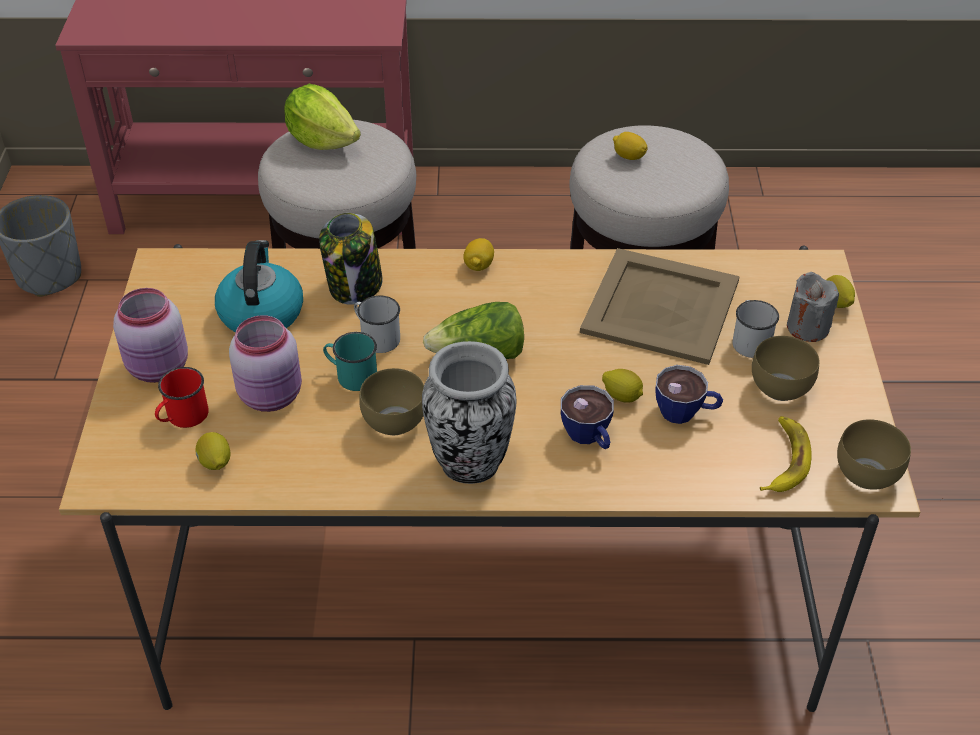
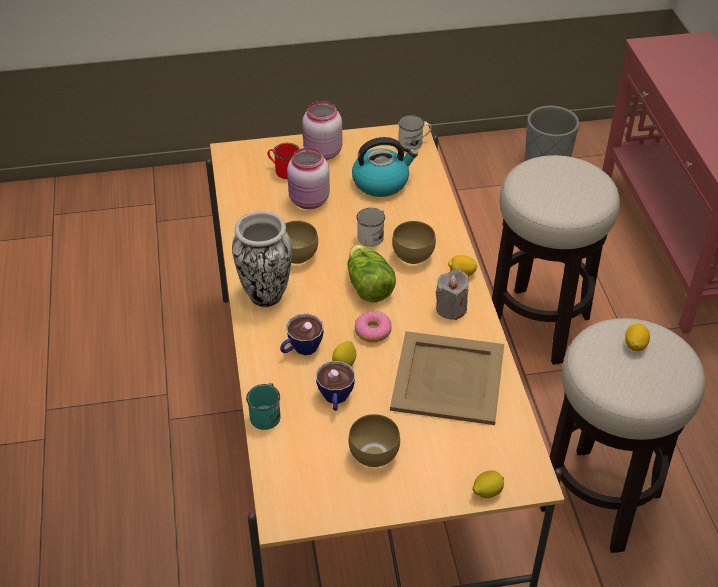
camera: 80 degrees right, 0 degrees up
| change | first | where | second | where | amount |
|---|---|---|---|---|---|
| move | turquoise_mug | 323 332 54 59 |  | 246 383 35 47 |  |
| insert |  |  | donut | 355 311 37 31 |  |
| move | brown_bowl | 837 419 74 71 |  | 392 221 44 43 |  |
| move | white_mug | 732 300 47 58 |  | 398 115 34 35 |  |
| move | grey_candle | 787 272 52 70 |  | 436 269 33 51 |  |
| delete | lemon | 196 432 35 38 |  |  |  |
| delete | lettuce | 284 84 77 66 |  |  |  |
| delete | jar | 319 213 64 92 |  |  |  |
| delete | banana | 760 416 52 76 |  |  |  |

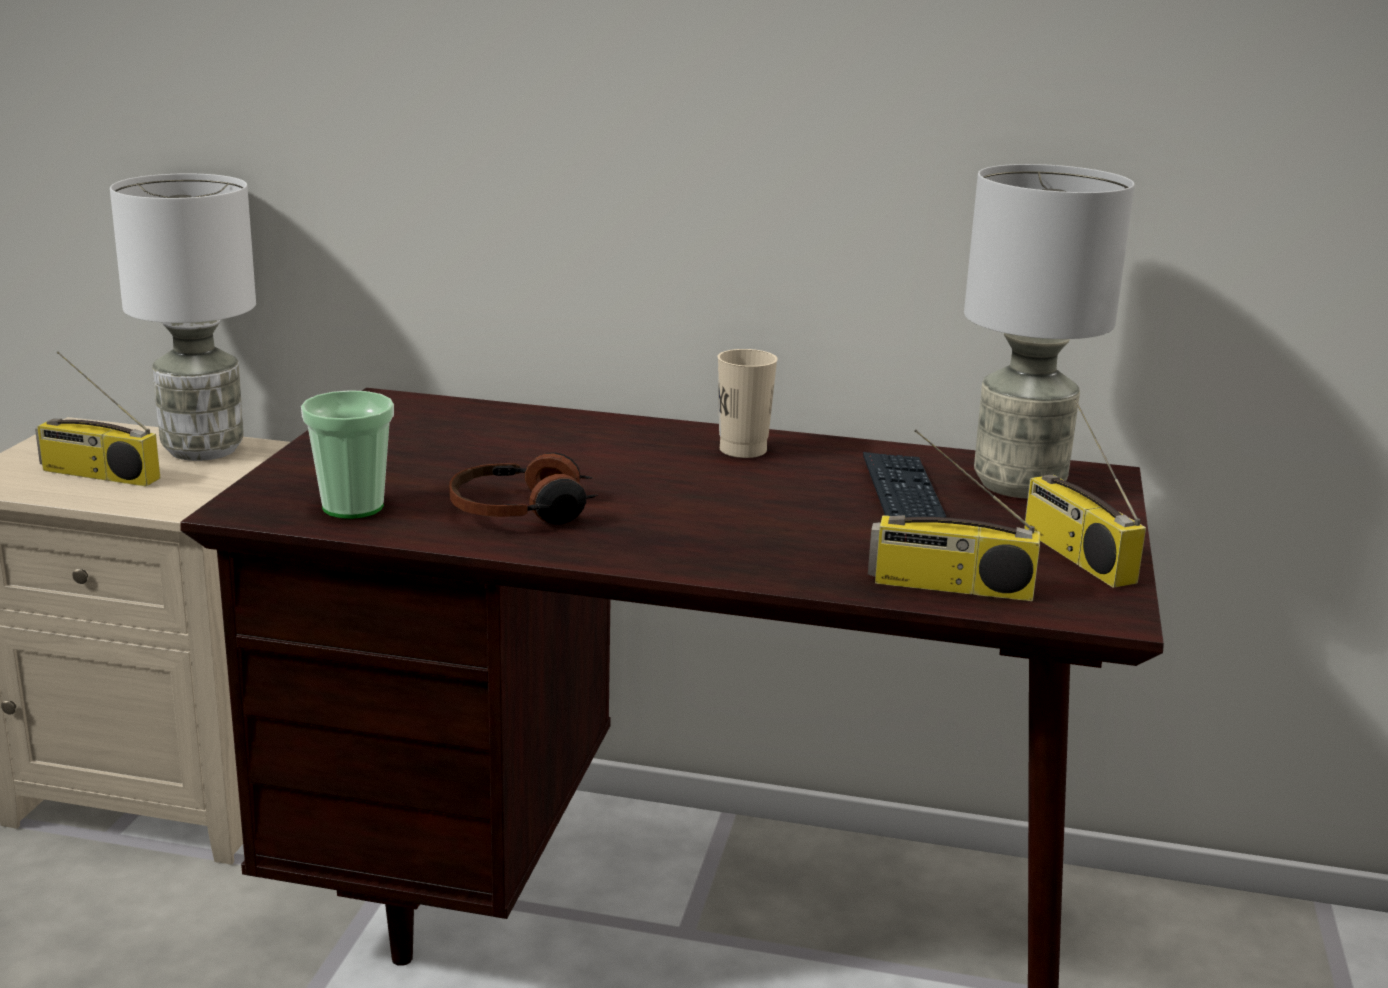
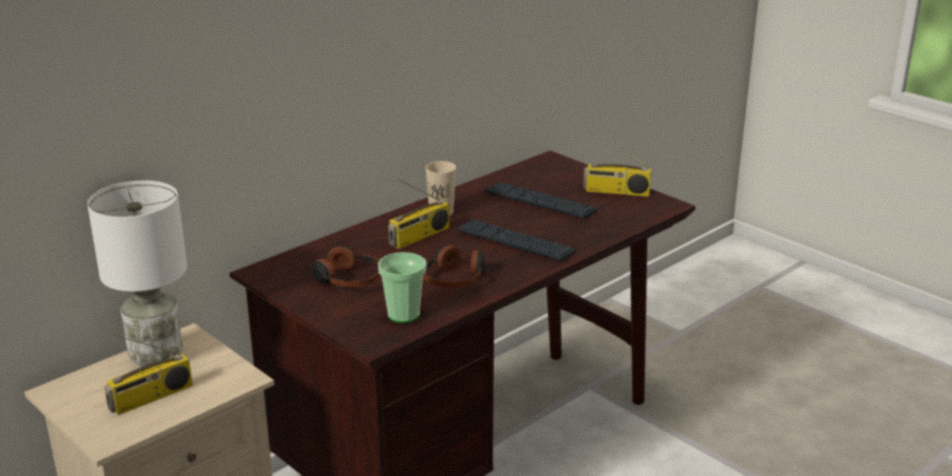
camera: 55 degrees left, 5 degrees up
| change | first | where | second | where | amount |
|---|---|---|---|---|---|
| insert |  |  | headphones | 309 246 72 41 |  |
| move | radio | 868 429 172 172 |  | 388 179 61 70 |  |
| insert |  |  | keyboard | 456 219 119 42 |  |
| delete | grey_table_lamp | 964 164 171 334 |  |  |  |

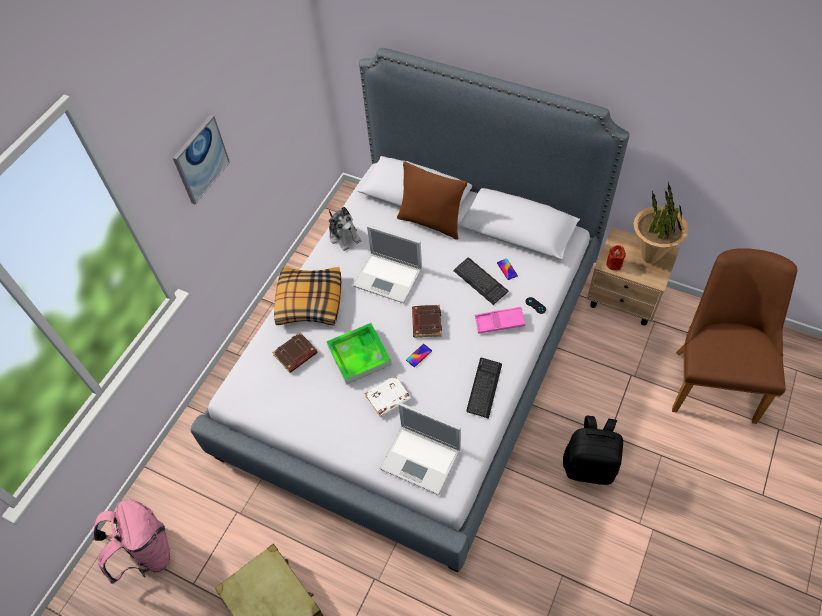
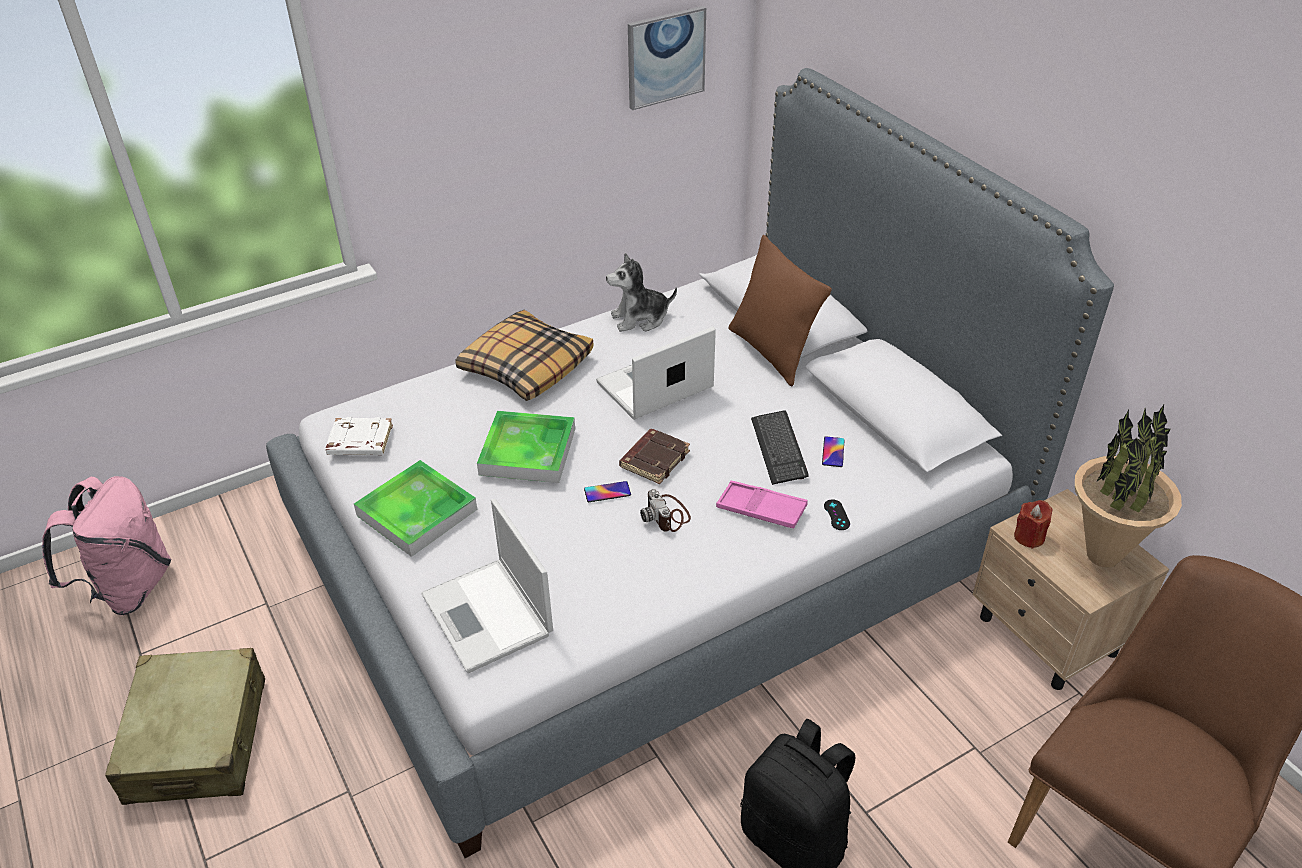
camera: 30 degrees right, 15 degrees down
| change | first | where | second | where | amount |
|---|---|---|---|---|---|
| move | white_book | 365 376 46 42 |  | 326 417 67 38 |  |
| insert |  |  | tray | 354 460 123 97 |  |
| rotate | laptop | 352 225 70 78 |  | 596 327 120 93 | 90 degrees clockwise |
| rotate | plush_toy | 329 207 33 44 |  | 606 253 71 79 | 75 degrees clockwise |
| move | picture | 173 115 57 90 |  | 628 6 78 104 |  |
| insert |  |  | photo_camera | 640 489 51 43 |  |
| delete | brown_book | 272 333 46 40 |  |  |  |
| delete | keyboard | 466 358 36 61 |  |  |  |

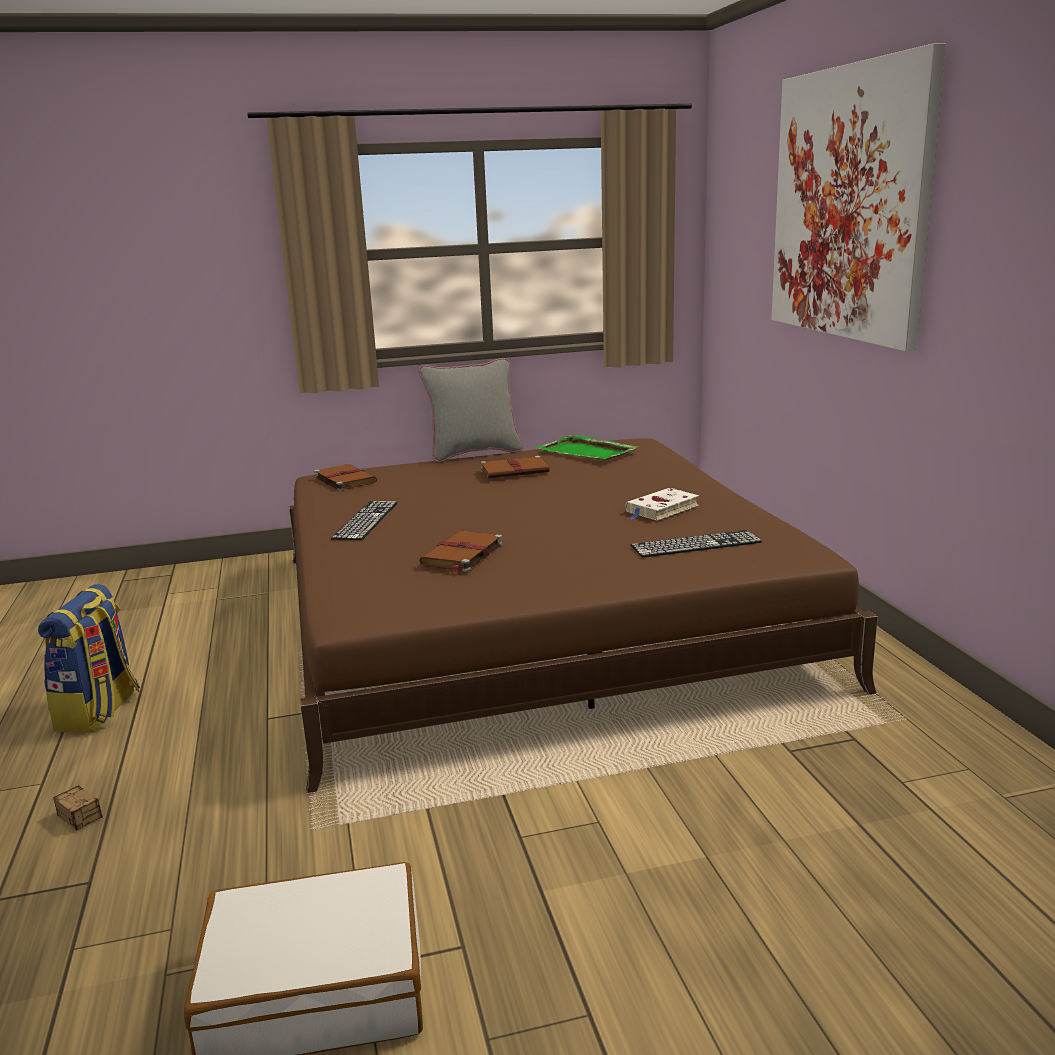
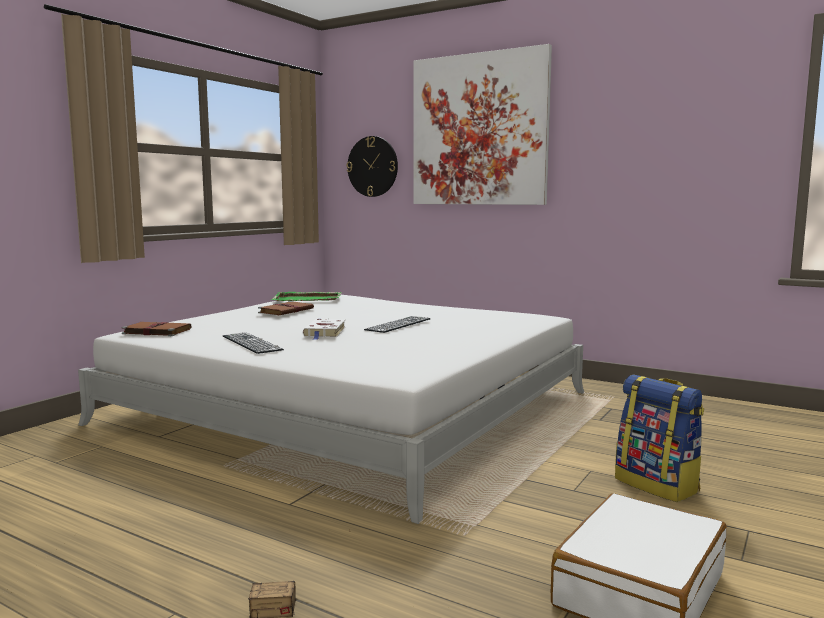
camera: 45 degrees left, 10 degrees down
| change | first | where | second | where | amount |
|---|---|---|---|---|---|
| recolor | brown_bed | 289 438 589 357 | white_bed | 78 295 506 229 |  |
| move | white_book | 625 488 74 33 |  | 303 319 43 21 |  |
| insert |  |  | wall_clock | 347 136 51 61 |  |
| move | keyboard | 630 530 132 28 |  | 364 316 67 17 |  |
| move | backpack | 38 584 102 149 |  | 615 374 89 128 |  |
| delete | grey_pillow | 419 358 104 104 |  |  |  |
| delete | brown_book | 419 530 84 43 |  |  |  |

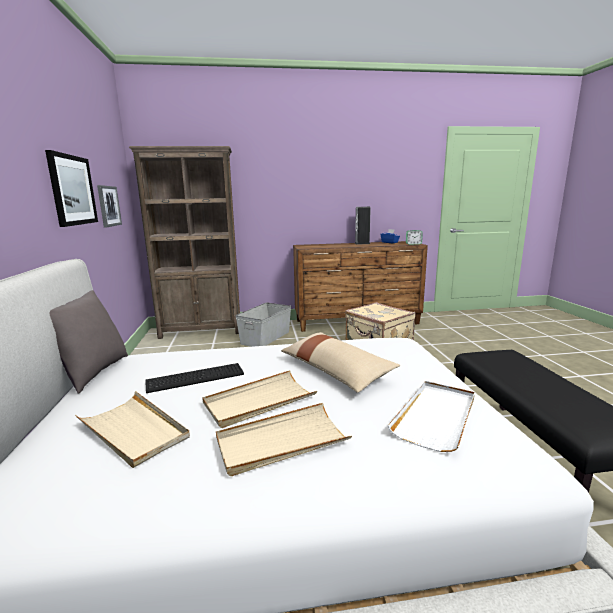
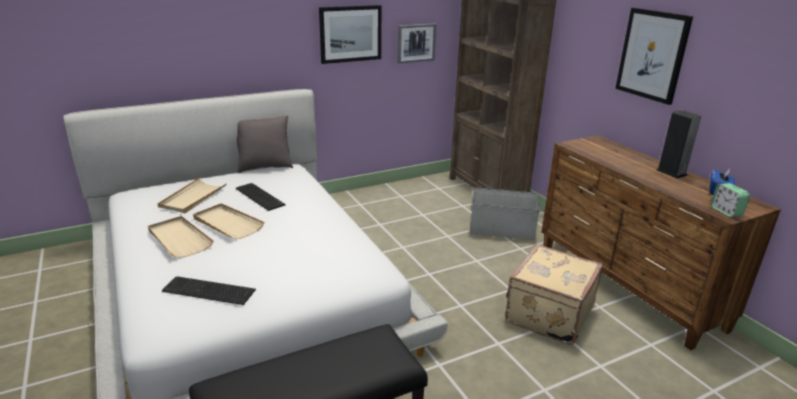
camera: 70 degrees right, 10 degrees up
| change | first | where | second | where | amount |
|---|---|---|---|---|---|
| replace | white_tray | 388 381 87 71 | keyboard | 162 276 94 29 |  |
| insert |  |  | picture | 615 8 78 97 |  |
| delete | beige_pillow | 281 332 119 61 |  |  |  |

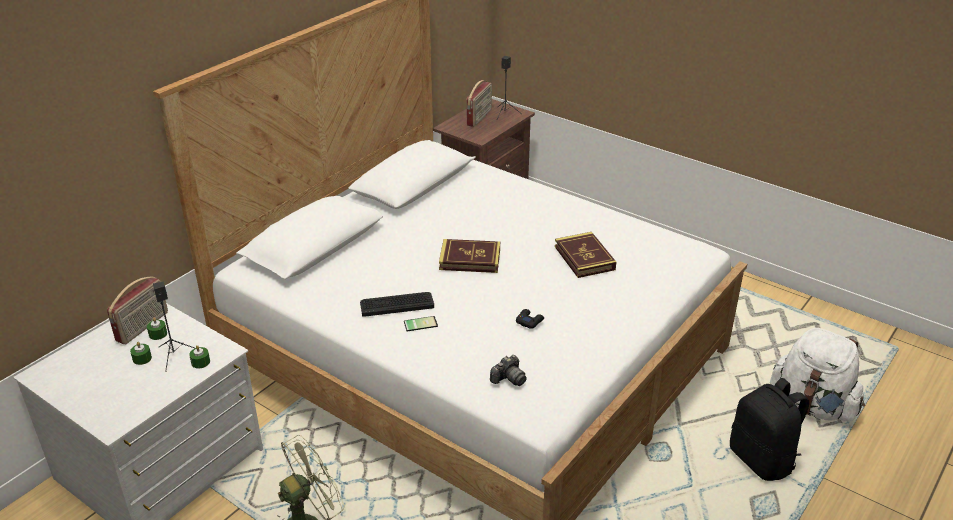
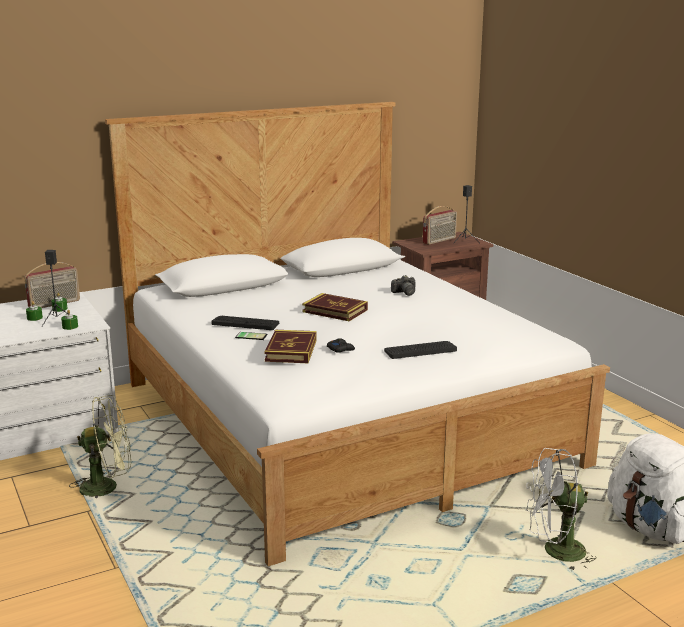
camera: 25 degrees right, 15 degrees down
| change | first | where | second | where | amount |
|---|---|---|---|---|---|
| move | book | 555 232 61 46 |  | 264 330 53 33 |  |
| insert |  |  | keyboard | 384 341 73 18 |  |
| move | photo_camera | 490 355 36 31 |  | 391 275 25 21 |  |
| replace | black_backpack | 730 378 79 103 | white_fan | 525 448 72 122 |  |

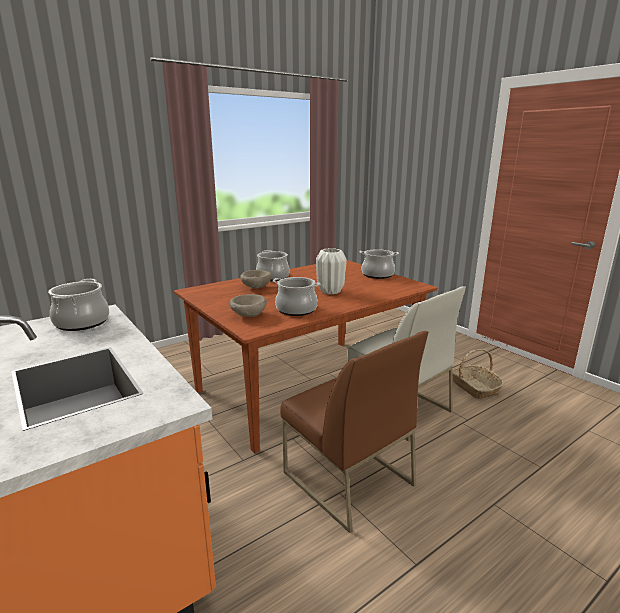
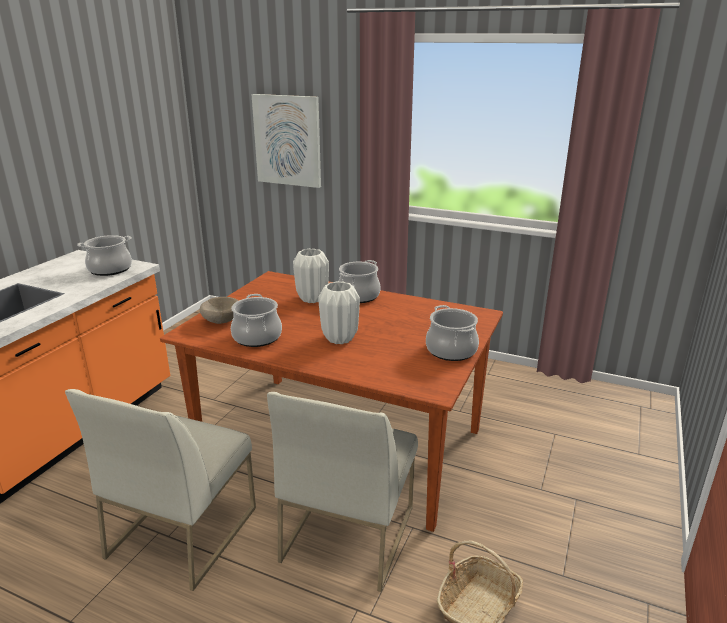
camera: 60 degrees right, 5 degrees up
| change | first | where | second | where | amount |
|---|---|---|---|---|---|
| recolor | brown_chair | 280 331 148 202 | white_chair | 65 389 191 202 |  |
| insert |  |  | picture | 251 94 70 94 |  |
| replace | beige_bowl | 240 270 32 19 | white_vase | 293 249 36 54 |  |

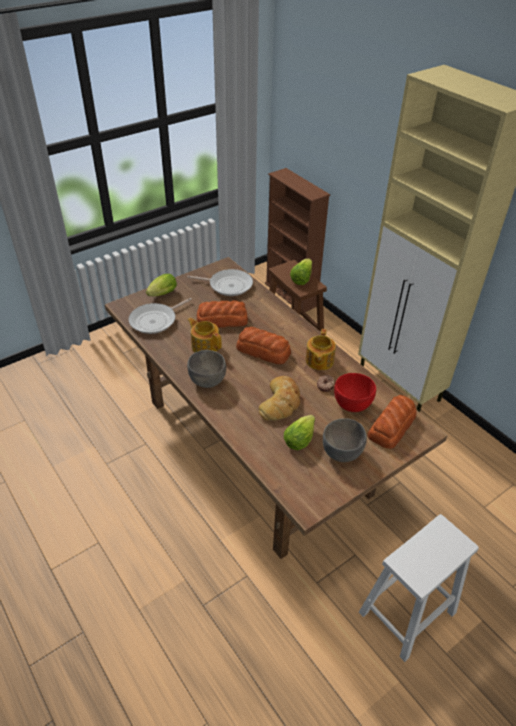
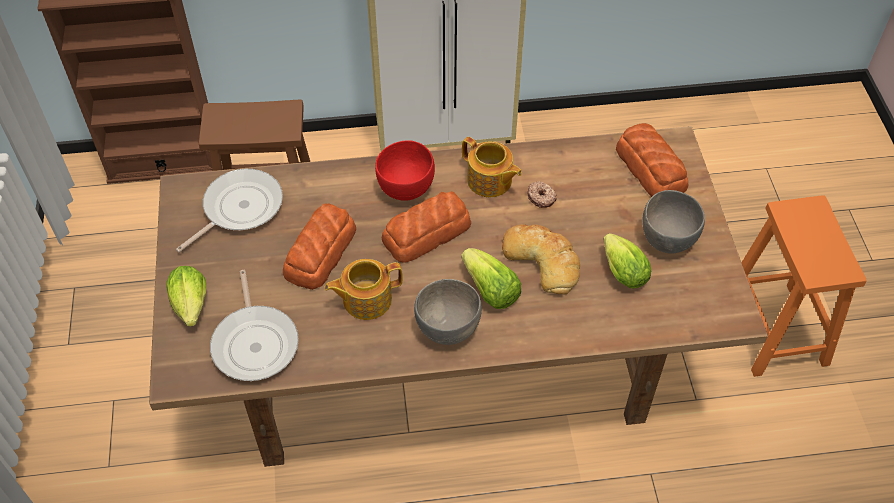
camera: 60 degrees left, 10 degrees up
| change | first | where | second | where | amount |
|---|---|---|---|---|---|
| move | red_bowl | 334 373 42 39 |  | 375 140 60 61 |  |
| move | lettuce | 290 259 22 26 |  | 461 248 60 61 |  |
| recolor | white_stool | 359 514 120 148 | orange_stool | 741 195 126 182 |  |

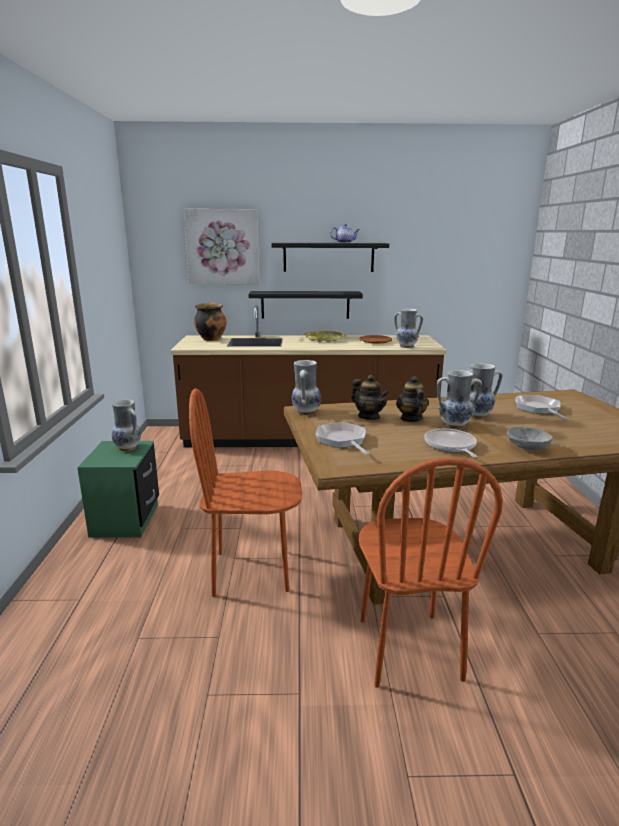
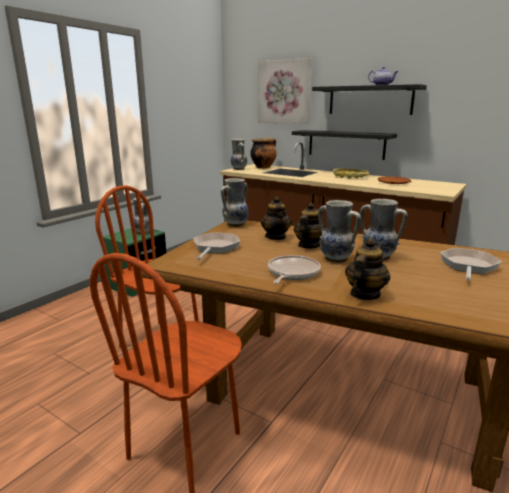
camera: 35 degrees right, 0 degrees up
| change | first | where | second | where | amount |
|---|---|---|---|---|---|
| move | vase | 394 309 29 39 |  | 231 139 16 31 |  |
| replace | grey_bowl | 507 427 46 24 | teapot | 345 238 45 62 |  |

